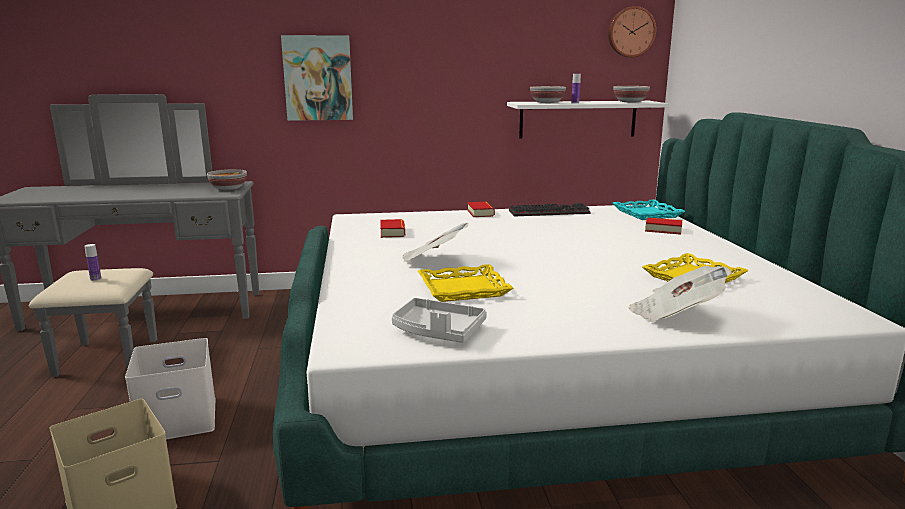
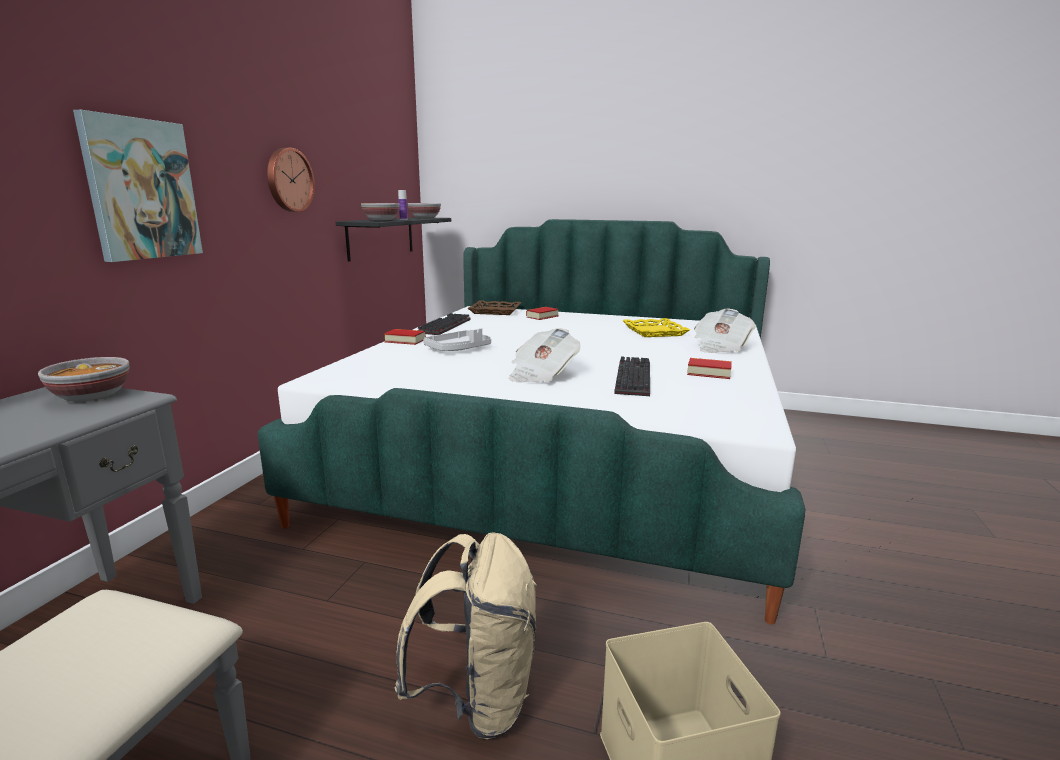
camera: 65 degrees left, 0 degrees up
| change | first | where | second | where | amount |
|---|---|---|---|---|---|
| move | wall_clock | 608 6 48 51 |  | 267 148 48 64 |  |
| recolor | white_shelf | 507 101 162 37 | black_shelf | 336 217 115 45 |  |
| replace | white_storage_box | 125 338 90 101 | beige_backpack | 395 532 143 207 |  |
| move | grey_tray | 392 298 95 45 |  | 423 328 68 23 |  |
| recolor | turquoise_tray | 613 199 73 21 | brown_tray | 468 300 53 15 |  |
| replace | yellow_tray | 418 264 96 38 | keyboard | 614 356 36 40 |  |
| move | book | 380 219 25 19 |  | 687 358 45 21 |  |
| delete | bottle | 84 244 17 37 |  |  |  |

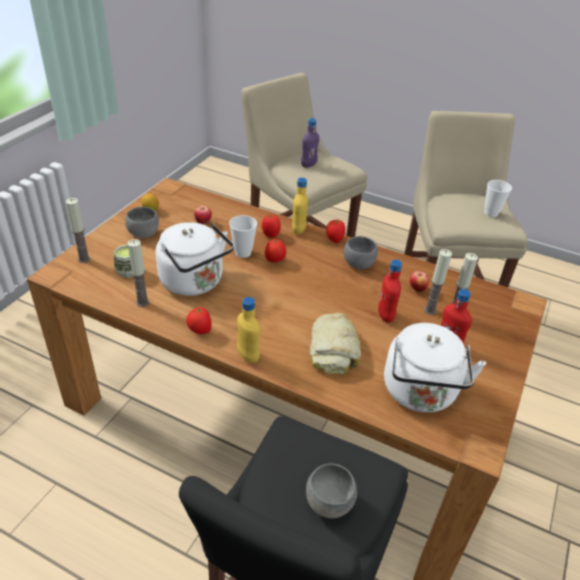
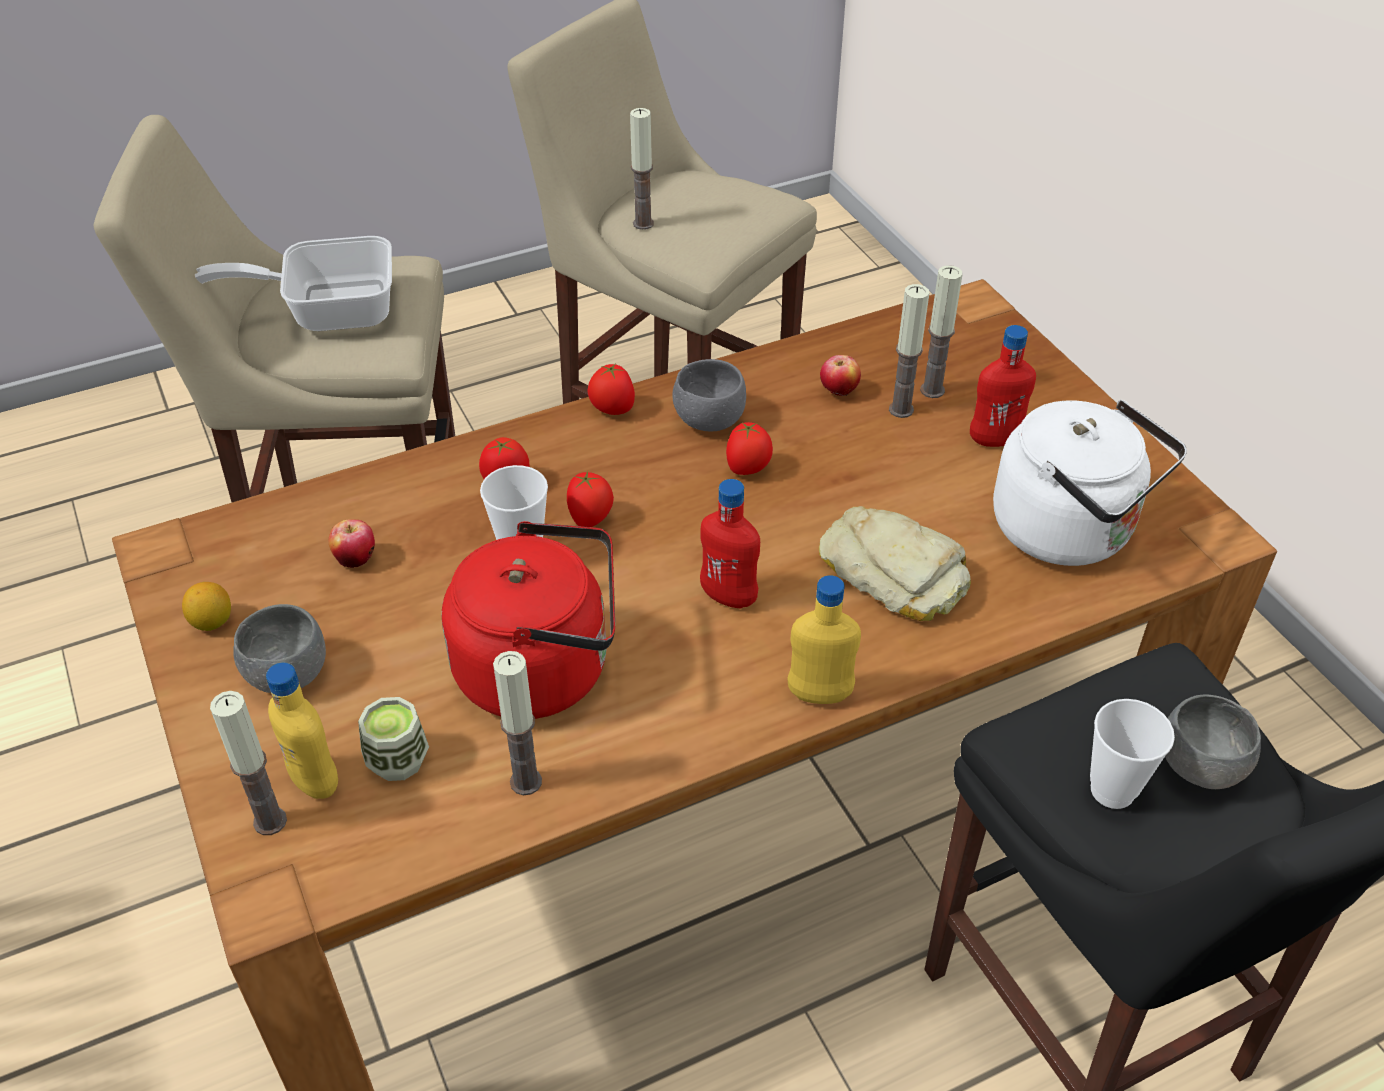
camera: 50 degrees left, 5 degrees up
| change | first | where | second | where | amount |
|---|---|---|---|---|---|
| replace | purple_bottle | 301 118 18 50 | frying_pan | 195 236 197 95 |  |
| move | yellow_bottle | 292 178 16 57 |  | 266 663 72 136 |  |
| recolor | white_kettle | 156 222 78 74 | red_kettle | 442 521 173 198 |  |
| insert |  |  | candle | 630 108 24 122 |  |
| move | red_bottle | 378 260 24 63 |  | 700 479 60 130 |  |
| move | tomato | 186 307 26 27 |  | 726 422 47 53 |  |
| move | cup | 484 180 28 37 |  | 1090 699 85 110 |  |

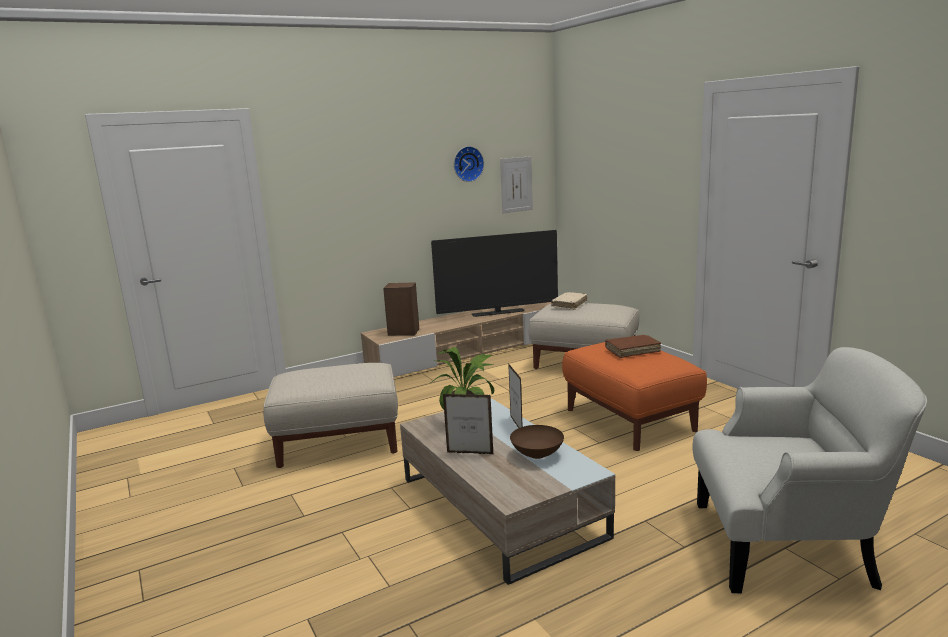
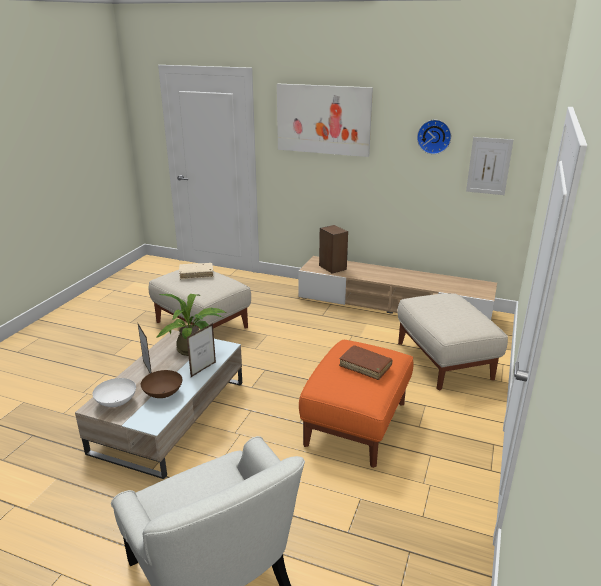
camera: 50 degrees right, 10 degrees up
| change | first | where | second | where | amount |
|---|---|---|---|---|---|
| insert |  |  | white_bowl | 92 378 44 29 |  |
| move | beige_book | 551 292 36 18 |  | 179 263 34 16 |  |
| insert |  |  | picture | 277 84 96 73 |  |
| delete | television | 431 230 127 87 |  |  |  |

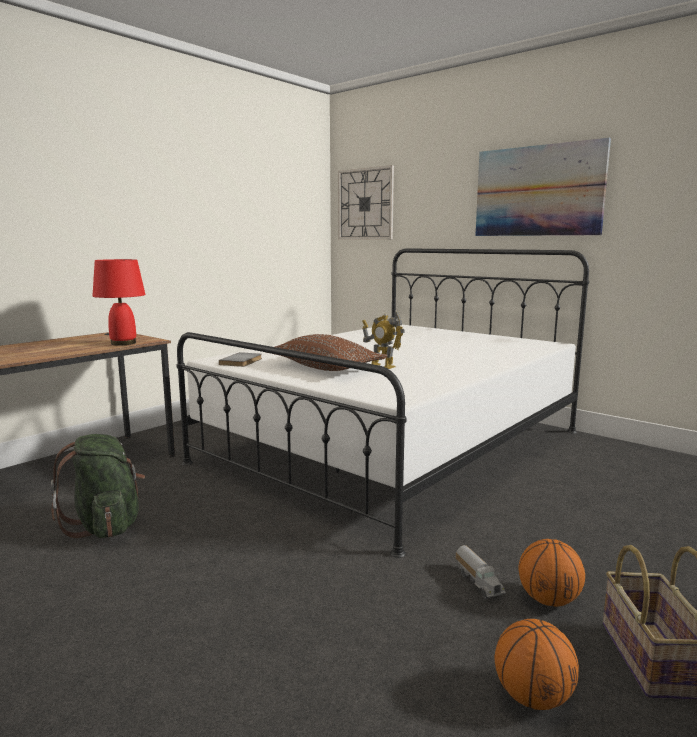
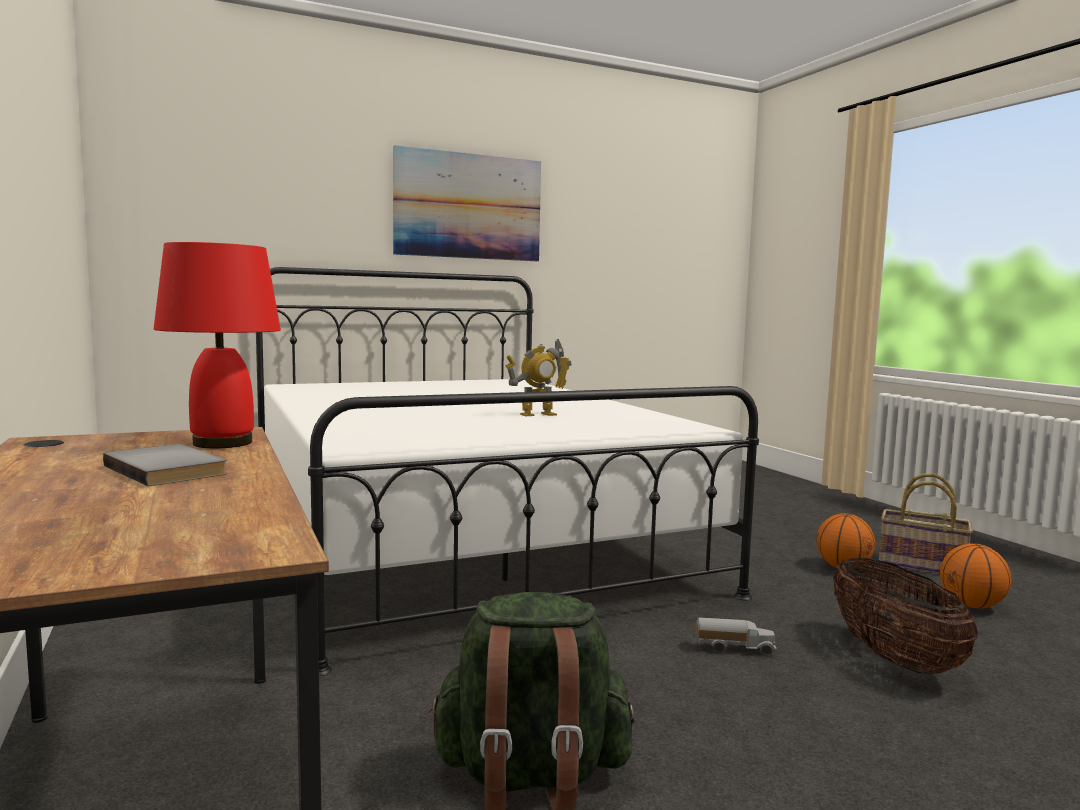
camera: 65 degrees left, 5 degrees down
| change | first | where | second | where | amount |
|---|---|---|---|---|---|
| move | grey_book | 219 352 43 15 |  | 103 444 124 42 |  |
| move | toy_truck | 456 545 50 54 |  | 696 617 81 39 |  |
| insert |  |  | basket | 833 558 145 116 |  |
| delete | brown_pillow | 265 334 122 37 |  |  |  |
| delete | wall_clock | 338 165 56 74 |  |  |  |

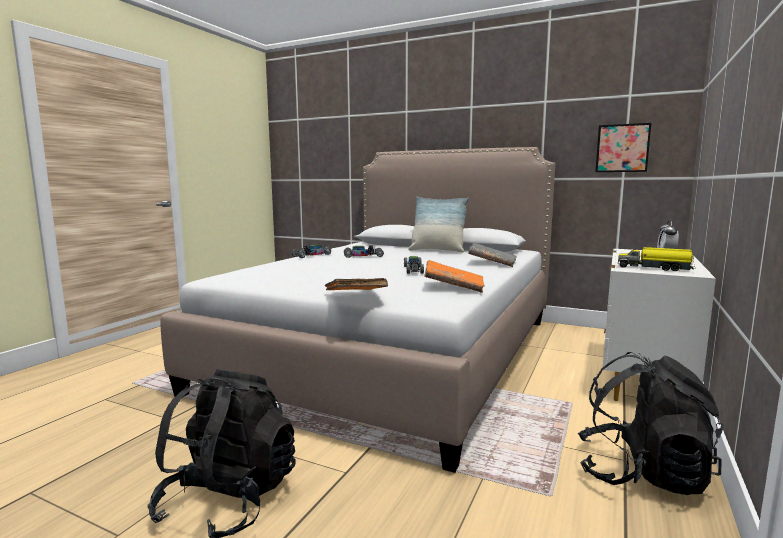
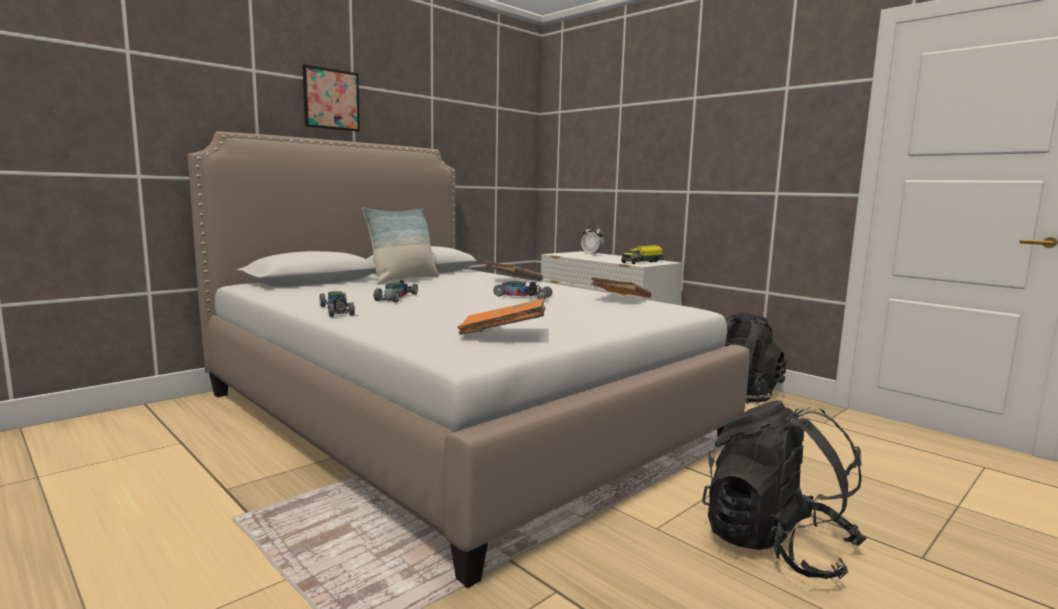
camera: 70 degrees left, 0 degrees up
| change | first | where | second | where | amount |
|---|---|---|---|---|---|
| move | picture | 595 123 56 49 |  | 302 64 58 68 |  |
| move | orange_book | 325 278 63 13 |  | 457 299 88 36 |  |

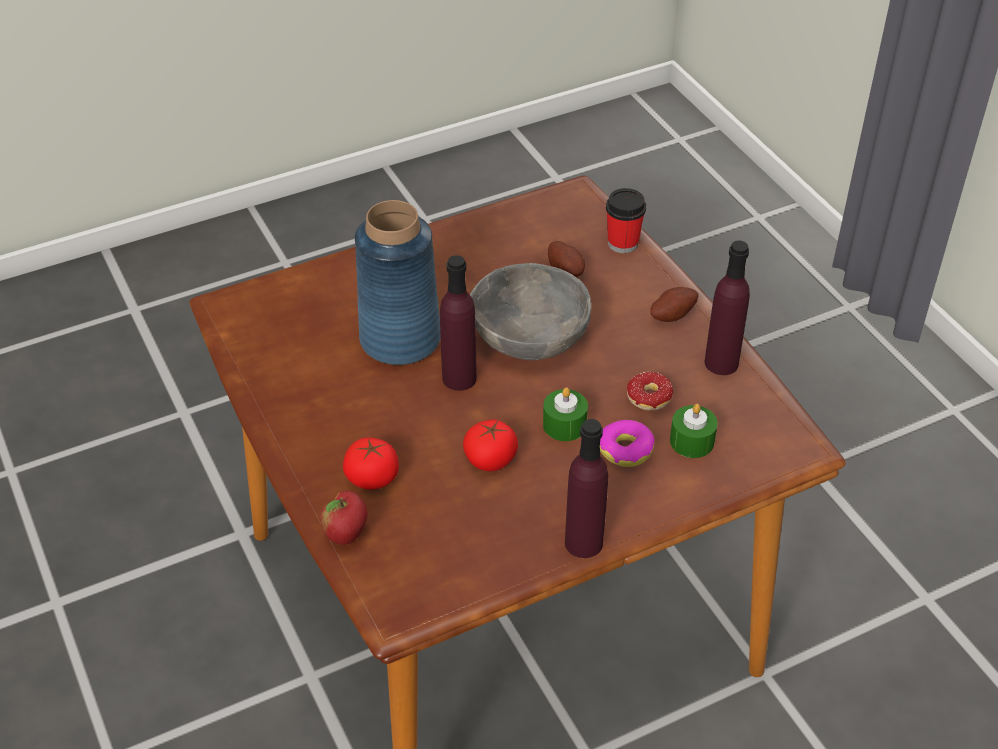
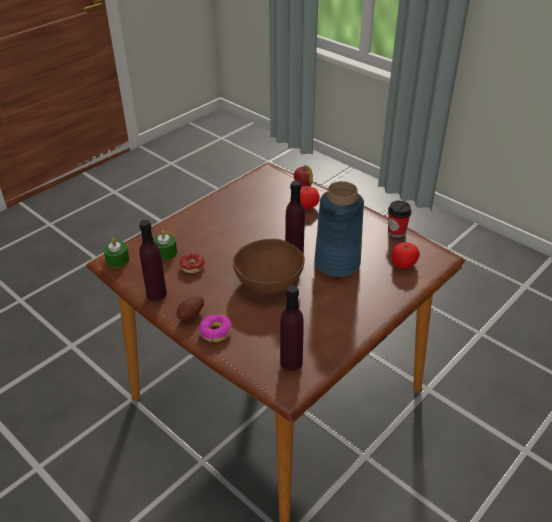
camera: 160 degrees right, 5 degrees down
| change | first | where | second | where | amount |
|---|---|---|---|---|---|
| move | green_candle | 543 387 45 54 |  | 103 238 26 30 |  |
| move | donut | 600 420 55 47 |  | 199 314 33 28 |  |
| recolor | grey_bowl | 470 263 121 97 | brown_bowl | 233 239 72 55 |  |
| move | purple_bottle | 565 419 43 139 |  | 280 285 24 86 |  |
| move | cup | 606 188 40 65 |  | 388 200 24 38 |  |
| move | tomato | 463 419 55 52 |  | 392 242 28 27 |  |
| delete | potato | 548 241 37 36 |  |  |  |

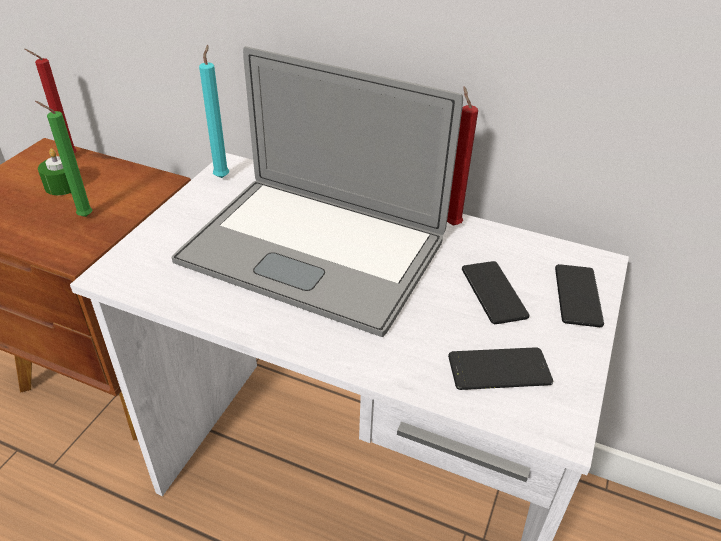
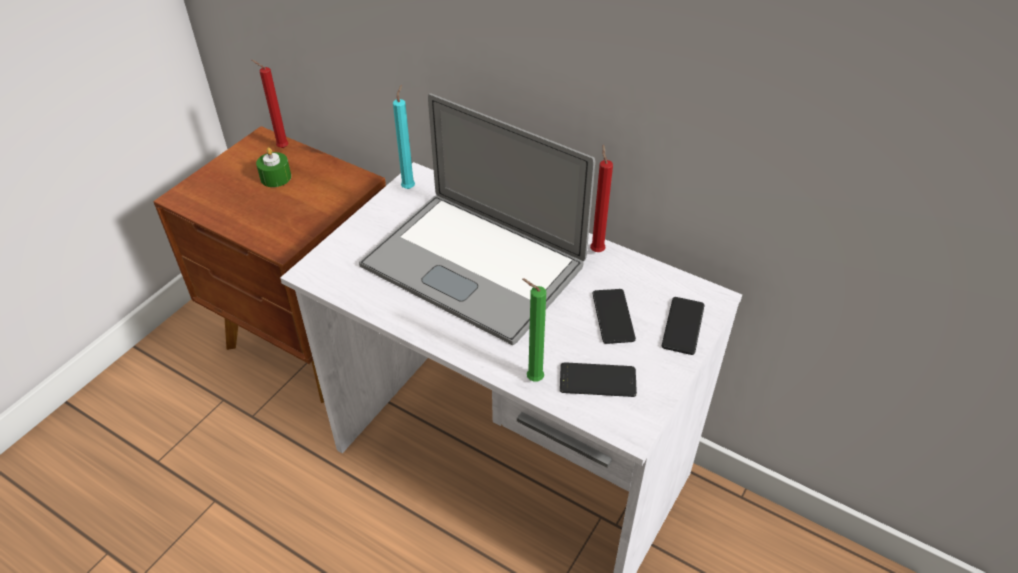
camera: 10 degrees right, 5 degrees up
| change | first | where | second | where | amount |
|---|---|---|---|---|---|
| move | green_candle | 35 101 58 116 |  | 522 279 24 103 |  |

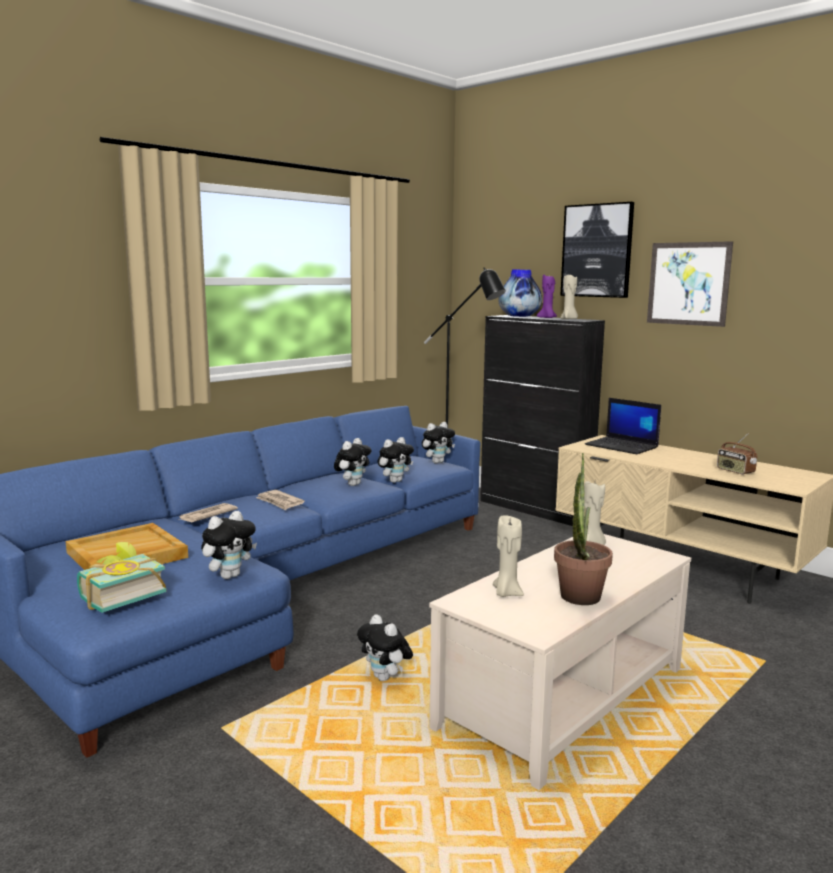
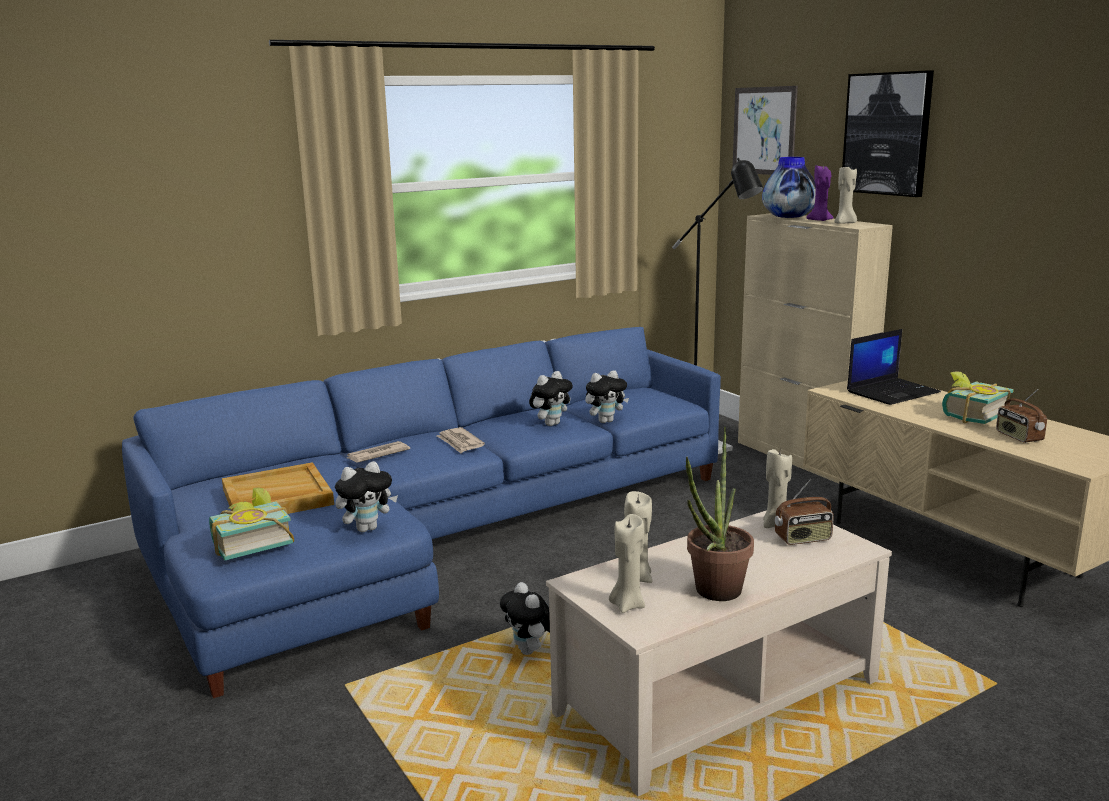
camera: 15 degrees right, 5 degrees up
| change | first | where | second | where | amount |
|---|---|---|---|---|---|
| insert |  |  | beige_candle | 609 514 36 99 |  |
| move | picture | 647 241 86 86 |  | 733 86 65 89 |  |
| recolor | black_cabinet | 480 315 125 211 | beige_cabinet | 738 213 155 270 |  |
| insert |  |  | radio | 774 478 60 67 |  |
| rotate | laptop | 585 398 76 56 |  | 847 329 94 76 | 90 degrees counterclockwise |
| insert |  |  | book | 942 371 72 53 |  |
| delete | plush_toy | 422 422 33 42 |  |  |  |

